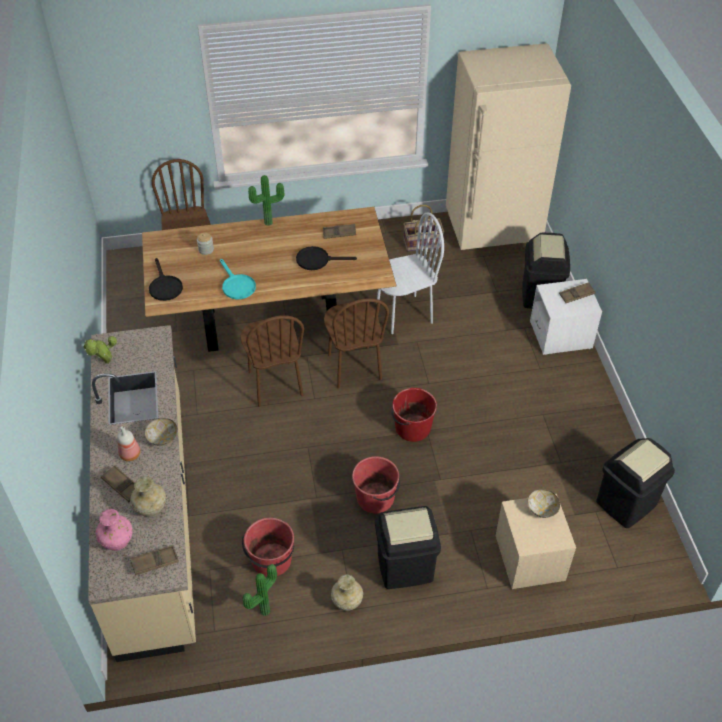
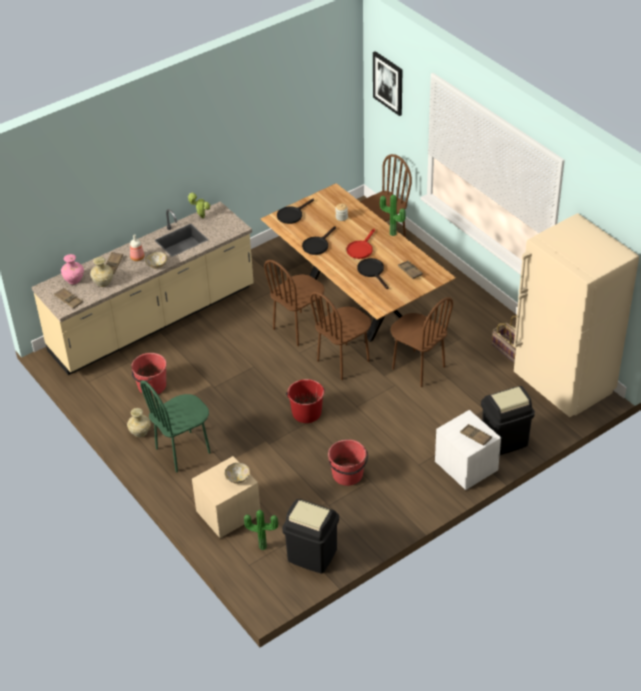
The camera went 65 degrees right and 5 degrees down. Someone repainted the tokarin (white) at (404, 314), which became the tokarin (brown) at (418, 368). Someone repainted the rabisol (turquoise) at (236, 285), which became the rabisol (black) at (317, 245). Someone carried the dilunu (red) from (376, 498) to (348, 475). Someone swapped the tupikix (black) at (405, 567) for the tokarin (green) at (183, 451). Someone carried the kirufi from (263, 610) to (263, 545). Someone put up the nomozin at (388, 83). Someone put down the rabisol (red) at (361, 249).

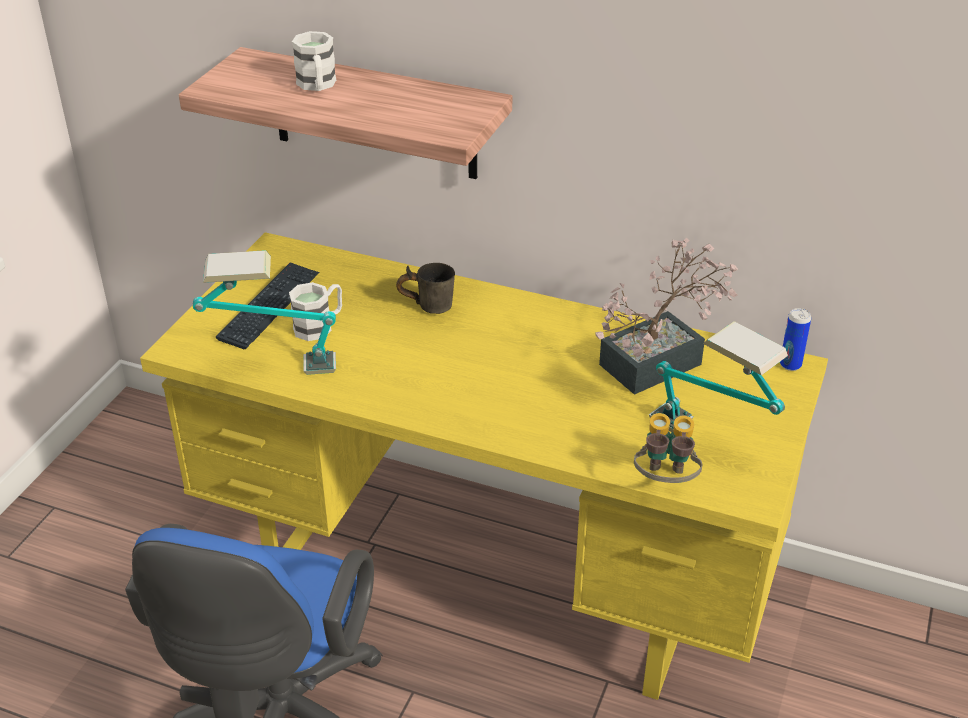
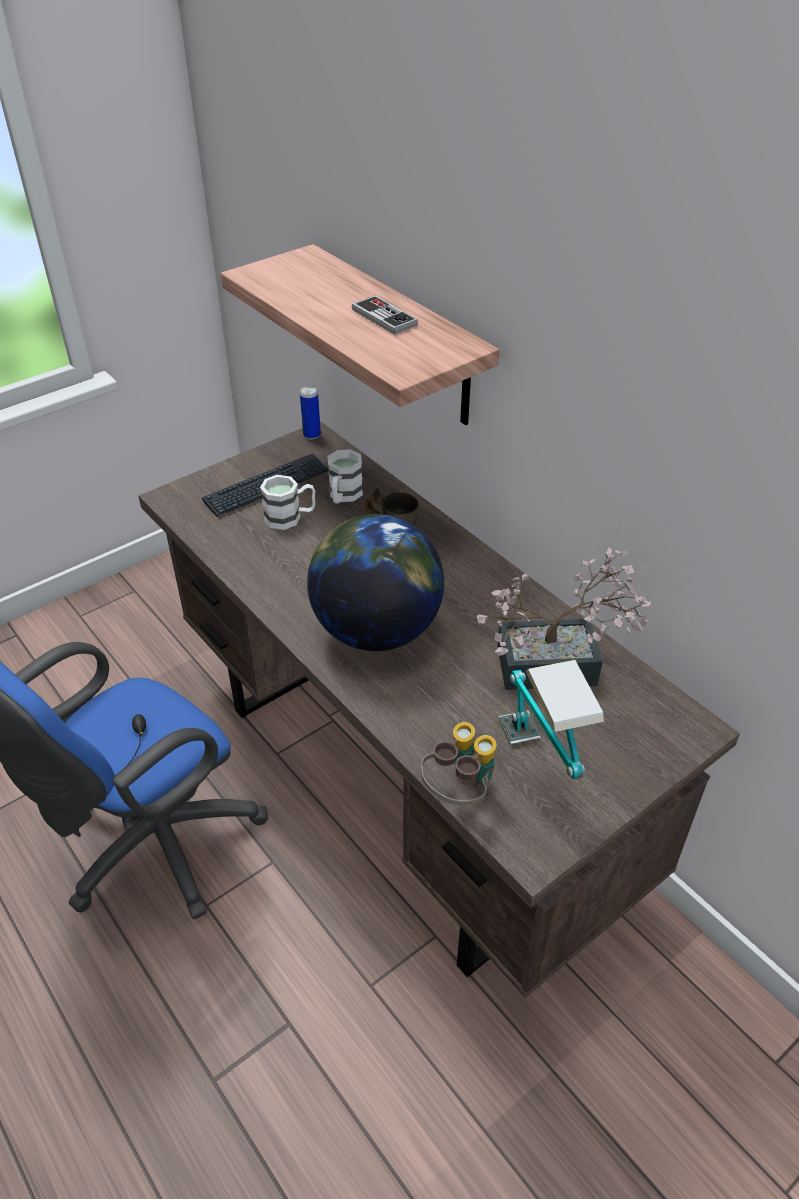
The camera went 30 degrees right and 5 degrees up. Someone carried the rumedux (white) from (317, 86) to (343, 496). Someone repainted the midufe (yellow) at (487, 574), which became the midufe (brown) at (403, 788). Someone took away the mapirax at (272, 368). Someone carried the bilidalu from (790, 365) to (312, 435). Someone put down the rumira at (384, 317). Someone put down the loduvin at (376, 630).

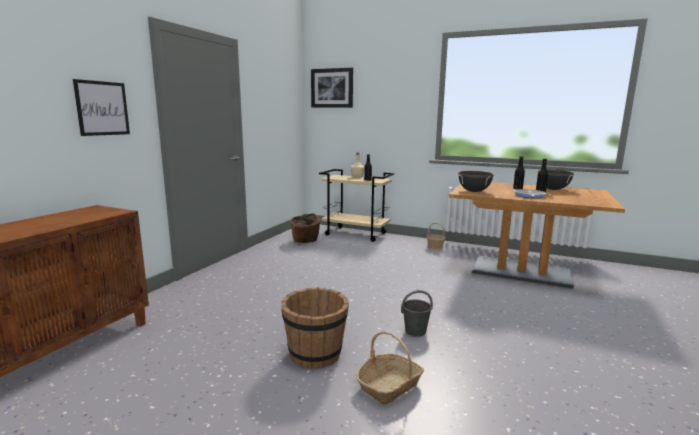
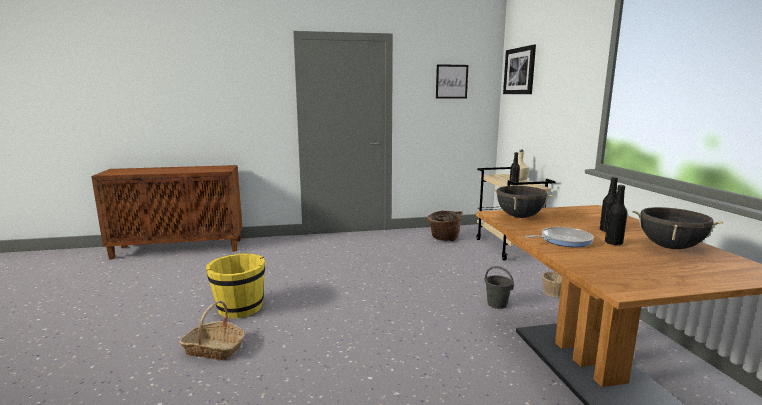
The camera went 55 degrees right and 0 degrees up. Someone carried the nomozin from (102, 108) to (451, 81). Someone repainted the dilunu (brown) at (315, 354), which became the dilunu (yellow) at (239, 308). Someone carried the dilunu (grey) from (416, 331) to (497, 304).

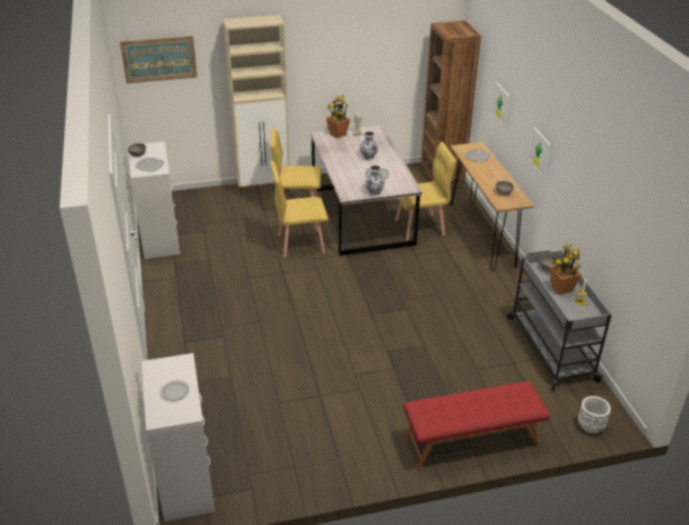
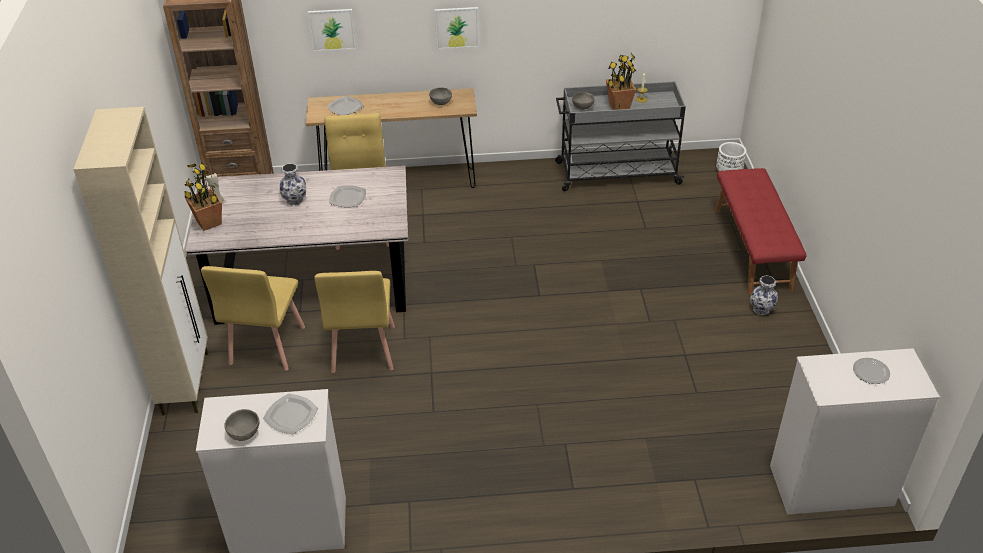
The camera went 80 degrees left and 5 degrees up. Someone took away the nomozin at (159, 59). Someone carried the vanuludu from (374, 192) to (761, 309).

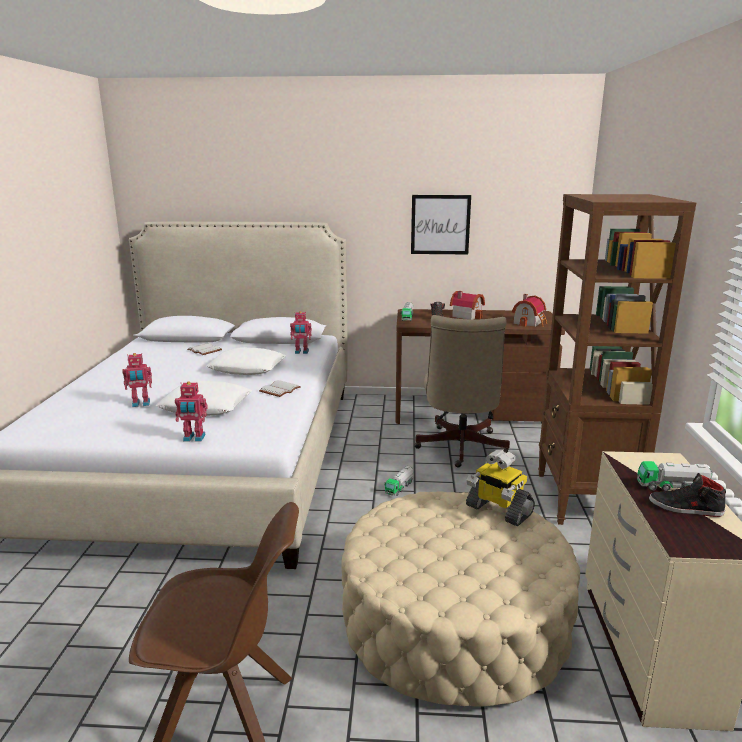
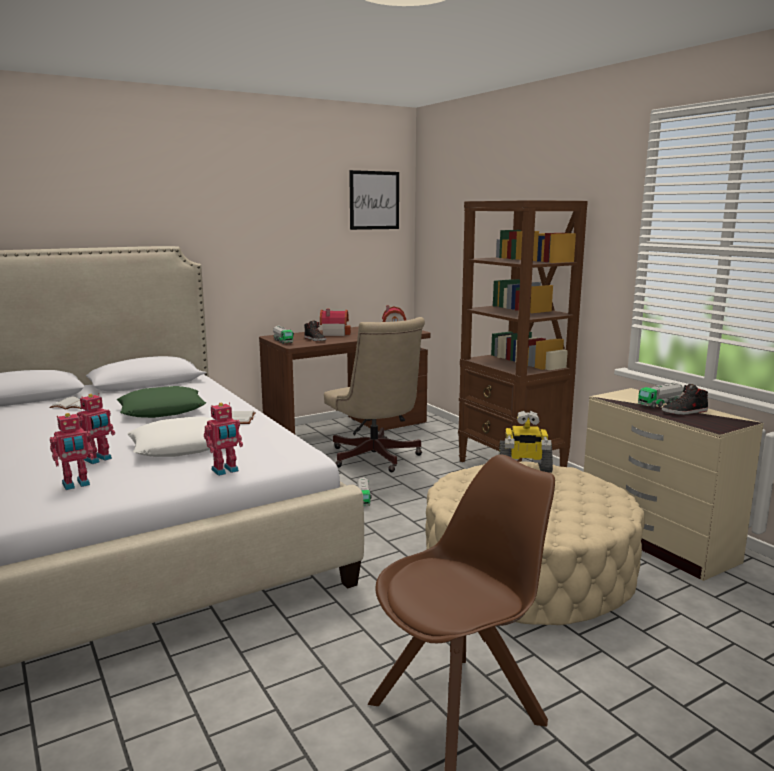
The camera went 35 degrees left and 5 degrees down. Someone carried the nomozin from (440, 224) to (374, 200). Someone carried the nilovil from (301, 352) to (76, 485). Someone repainted the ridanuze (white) at (247, 368), which became the ridanuze (green) at (162, 410).

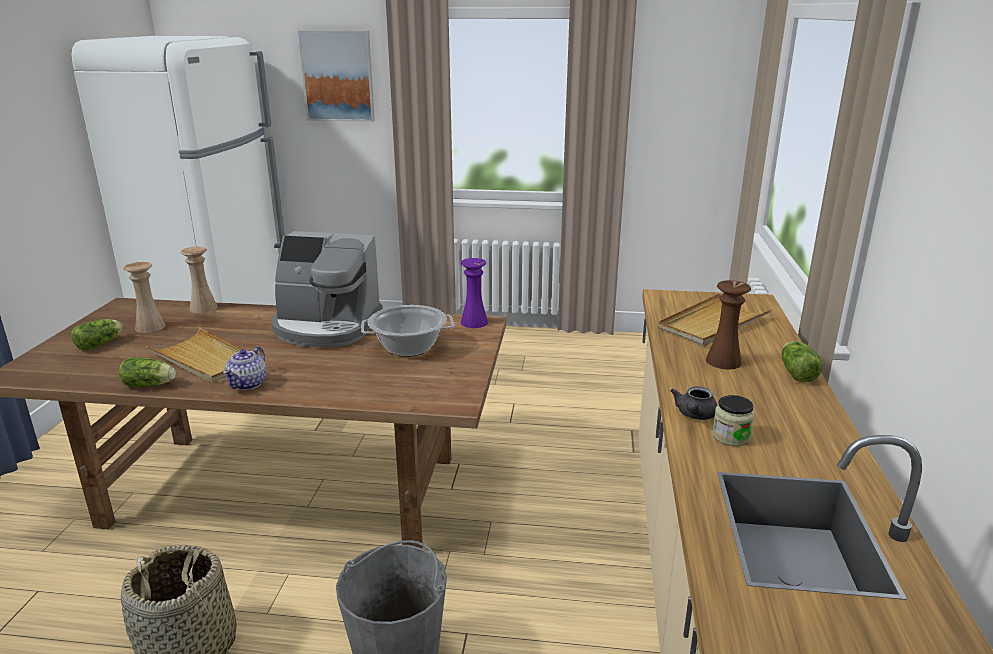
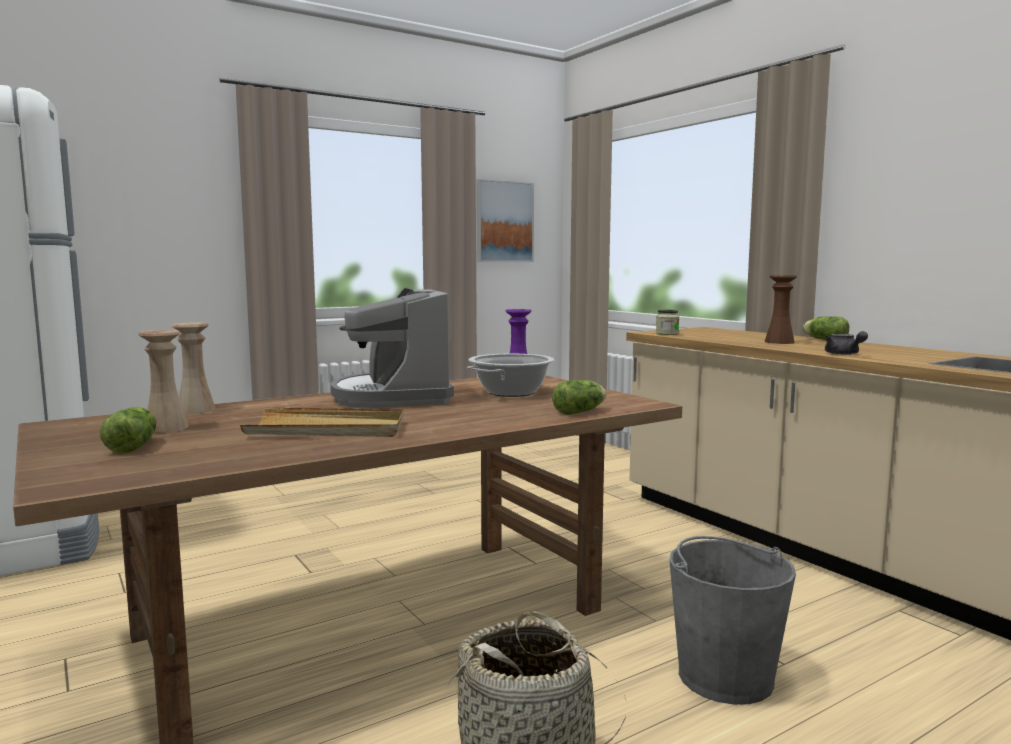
The camera went 40 degrees left and 15 degrees down. Someone carried the nomozin from (338, 76) to (504, 222). Someone rotated the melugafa at (326, 327) by 105 degrees clockwise. Someone took away the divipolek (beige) at (712, 324). Someone took away the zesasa at (248, 384). Someone carried the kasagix from (151, 385) to (581, 411). Someone carried the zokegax from (731, 437) to (667, 334).

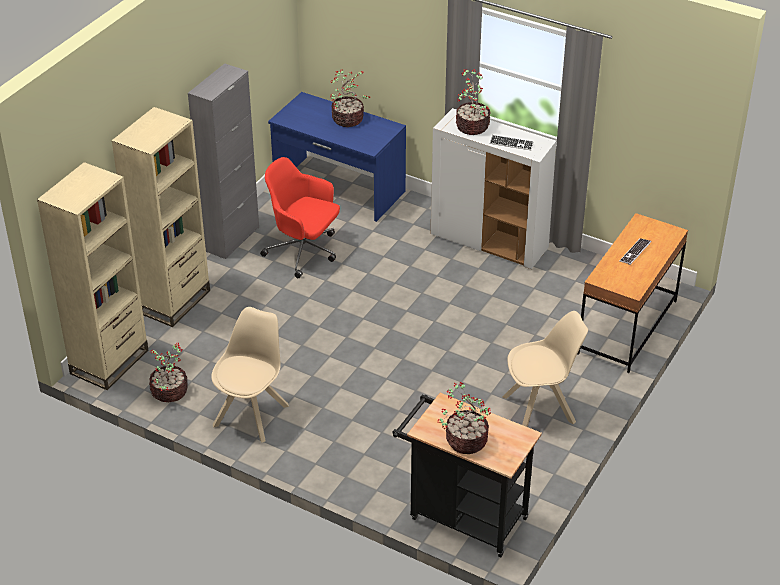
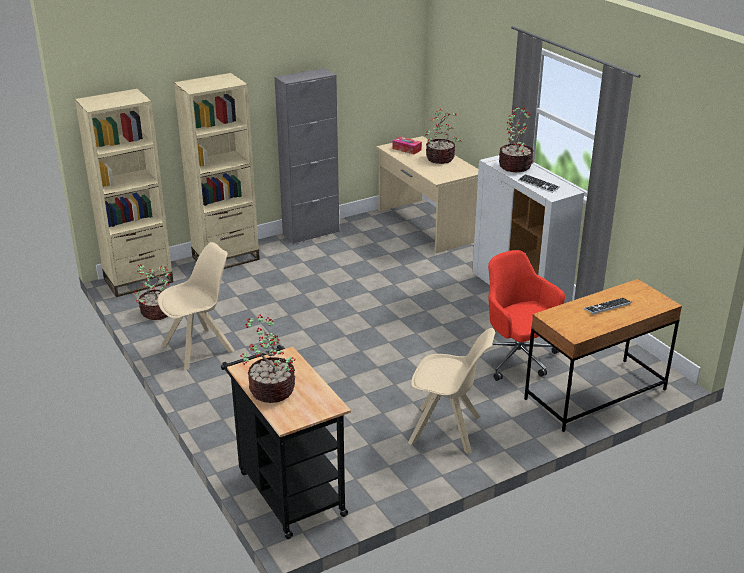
The camera went 30 degrees right and 10 degrees down. Someone repainted the midufe (blue) at (338, 189), which became the midufe (beige) at (426, 225). Someone carried the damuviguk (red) from (304, 252) to (518, 359). Someone put down the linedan at (406, 149).

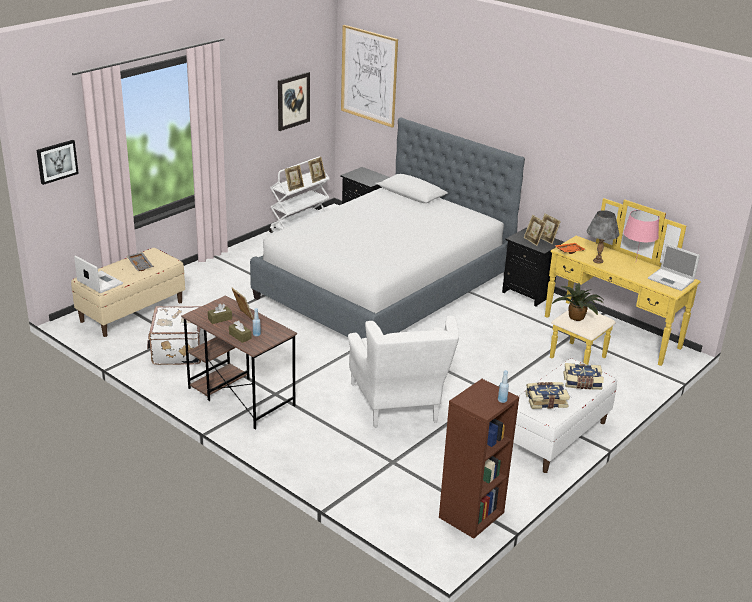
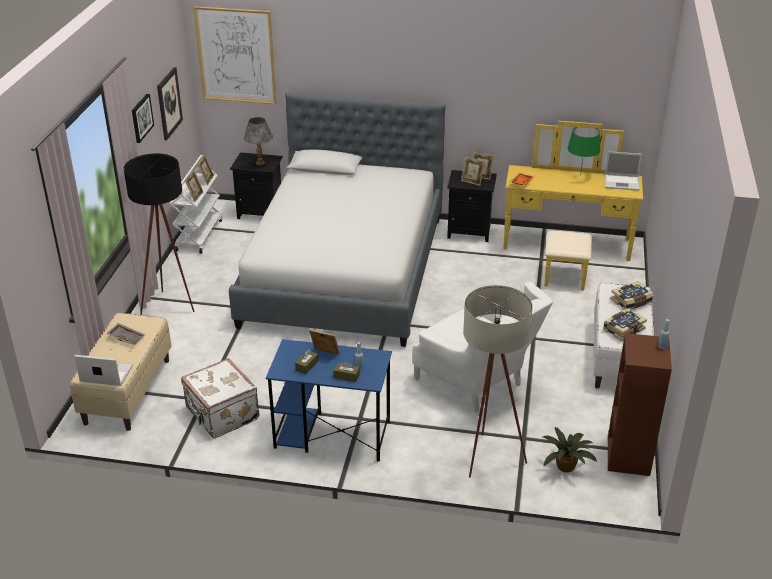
The camera went 30 degrees left and 5 degrees up. Someone carried the nomozin from (57, 161) to (141, 117). Someone carried the mapirax (grey) from (598, 261) to (260, 163). Someone repainted the mapirax (pink) at (635, 262), which became the mapirax (green) at (580, 175). Someone carried the kirufi from (577, 316) to (565, 465). Someone repainted the midufe (brown) at (240, 396), which became the midufe (blue) at (331, 435). Someone put down the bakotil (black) at (171, 308). Someone put down the bakotil (beige) at (487, 462).

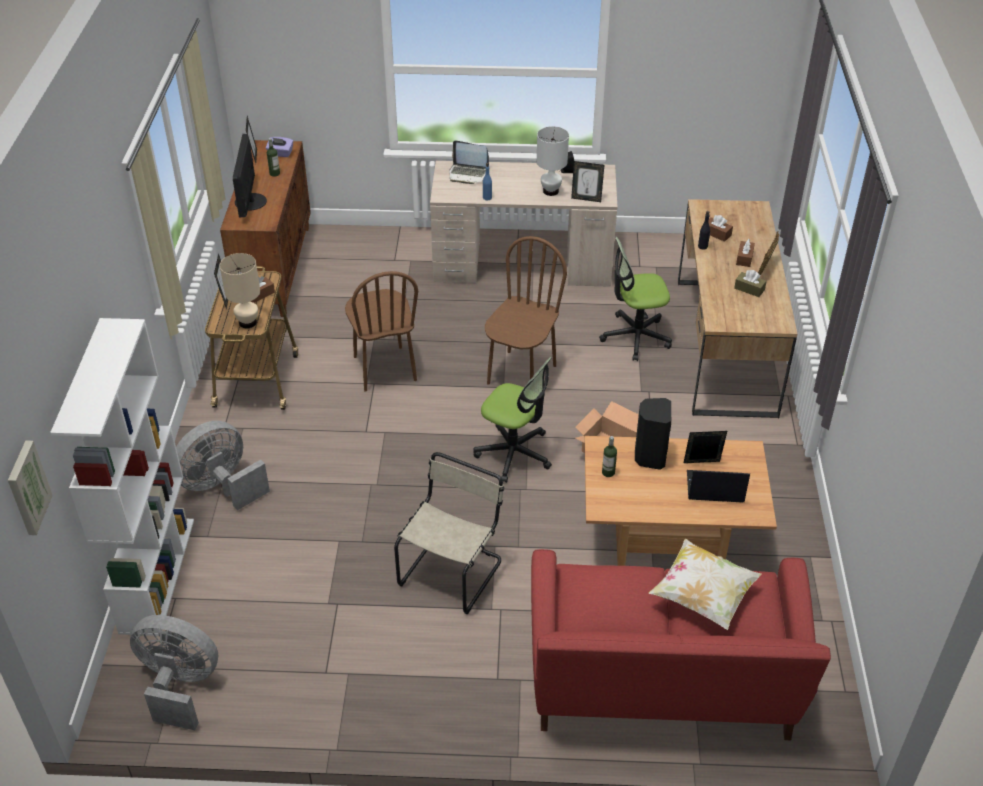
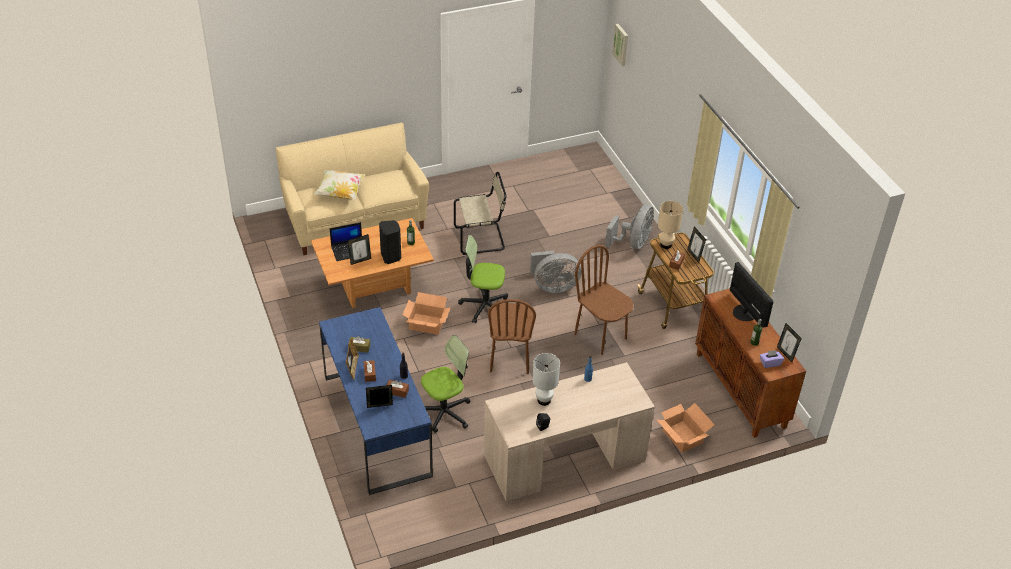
The camera went 155 degrees right and 0 degrees up. Someone took away the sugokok at (468, 174). Someone carried the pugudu from (586, 199) to (380, 408). Someone repainted the midufe (brown) at (724, 345), which became the midufe (blue) at (377, 425). Someone took away the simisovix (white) at (157, 574). Someone rotated the tokarin (beige) at (453, 570) by 105 degrees counterclockwise. Someone repainted the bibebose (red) at (661, 683), which became the bibebose (beige) at (355, 220). Someone carried the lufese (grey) from (180, 685) to (553, 286). Someone put down the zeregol at (682, 437).

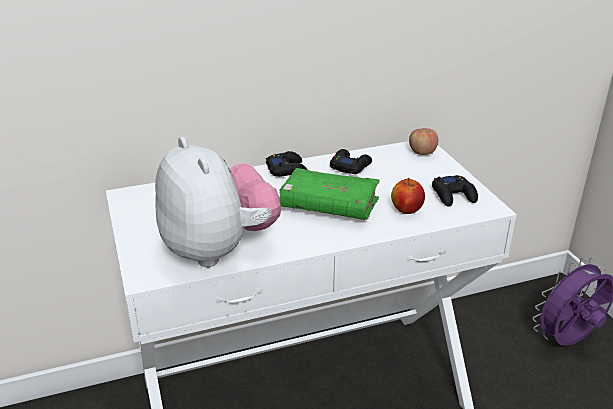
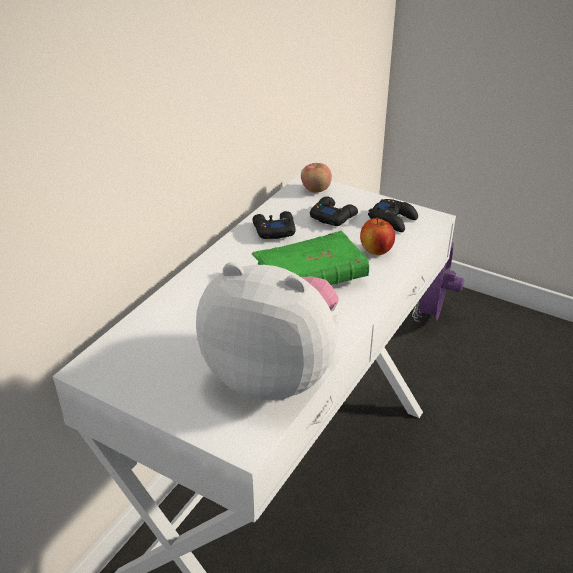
The camera went 40 degrees left and 5 degrees up. Someone carried the rumira (black) from (287, 170) to (333, 216).

